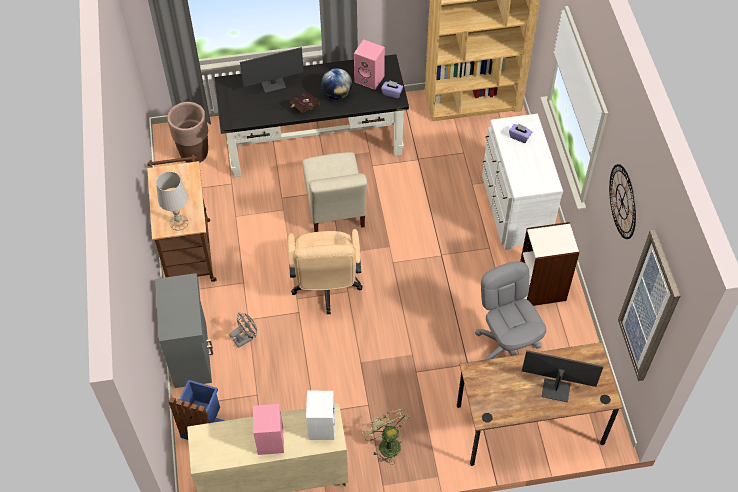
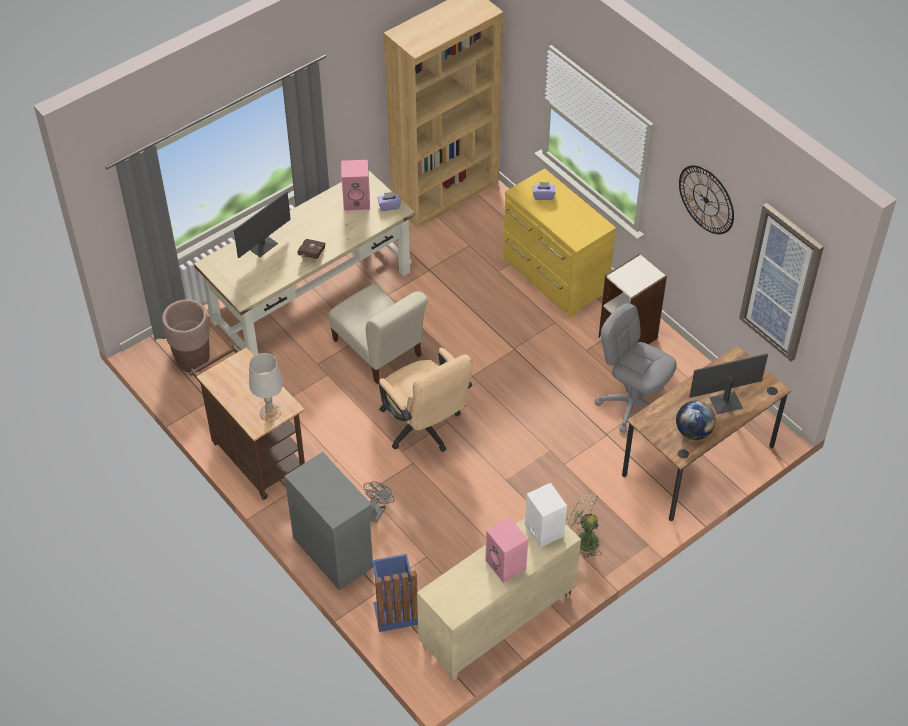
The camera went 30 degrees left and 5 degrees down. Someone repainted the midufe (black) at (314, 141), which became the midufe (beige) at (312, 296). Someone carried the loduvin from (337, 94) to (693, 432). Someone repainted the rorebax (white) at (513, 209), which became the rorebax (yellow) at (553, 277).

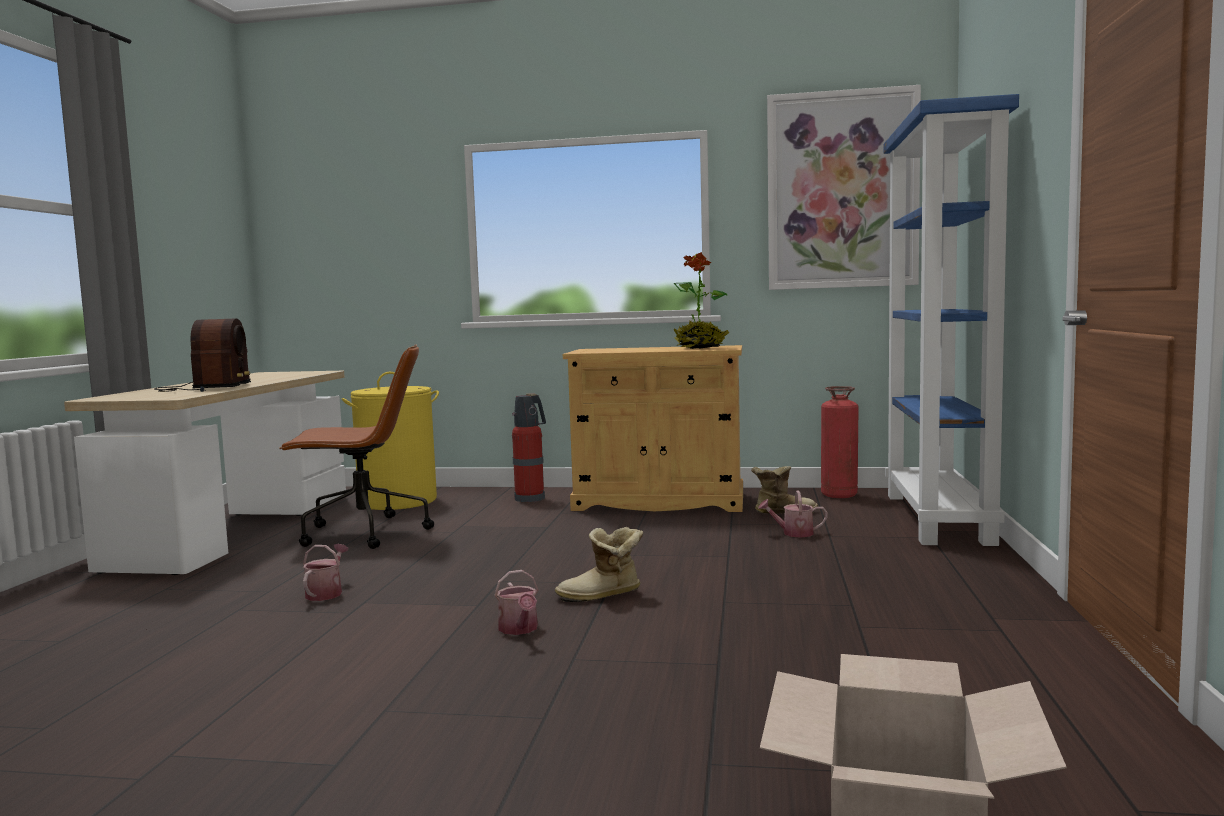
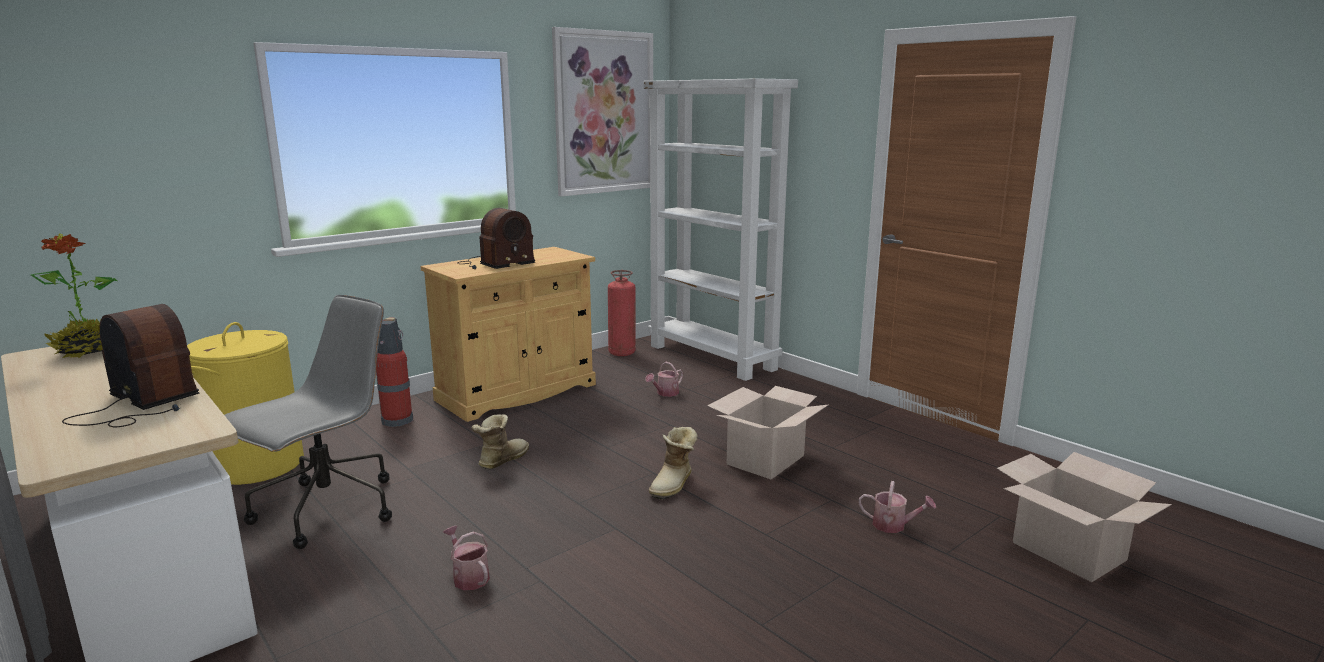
The camera went 50 degrees left and 10 degrees up. Someone repainted the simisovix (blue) at (939, 518), which became the simisovix (white) at (713, 357). Someone carried the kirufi from (700, 348) to (92, 352). Someone repainted the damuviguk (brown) at (362, 533), which became the damuviguk (grey) at (325, 511). Someone carried the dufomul from (782, 513) to (501, 460). Someone carried the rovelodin from (519, 629) to (894, 525). Someone put down the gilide at (495, 264). Someone put down the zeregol at (766, 460).

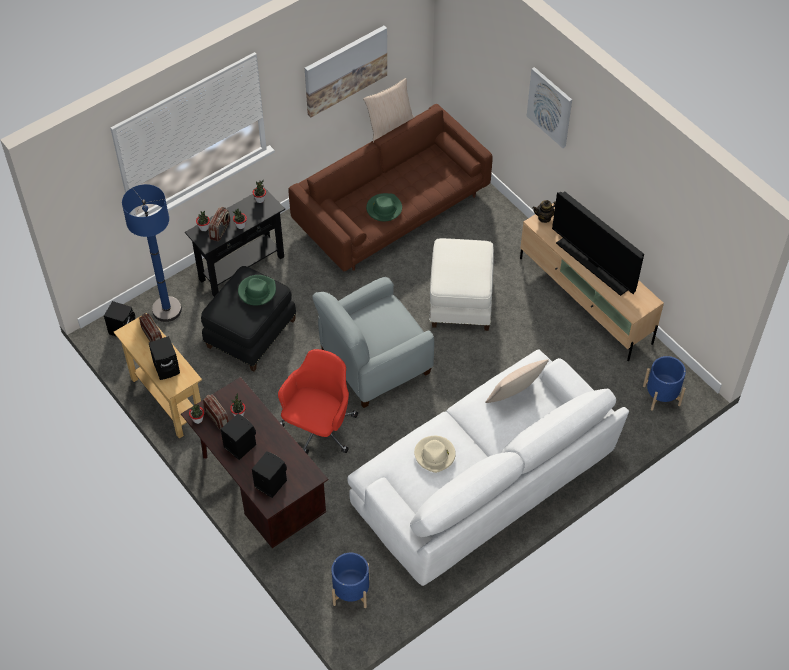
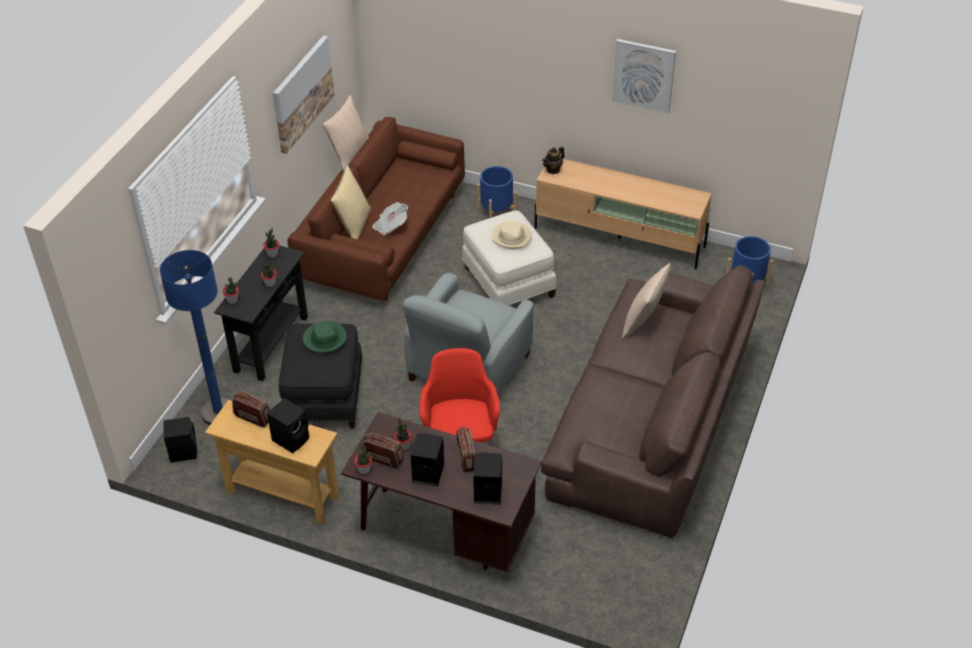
The camera went 30 degrees left and 10 degrees down. Someone carried the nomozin from (550, 107) to (643, 75). Someone took away the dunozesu at (593, 265). Someone swapped the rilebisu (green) at (384, 209) for the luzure at (390, 226). Someone carried the gilide from (220, 230) to (466, 458). Someone repainted the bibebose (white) at (484, 479), which became the bibebose (brown) at (652, 419). Someone carried the rilebisu (beige) from (435, 455) to (511, 237). Someone carried the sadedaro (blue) from (351, 591) to (496, 211). Someone put down the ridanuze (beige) at (353, 225).

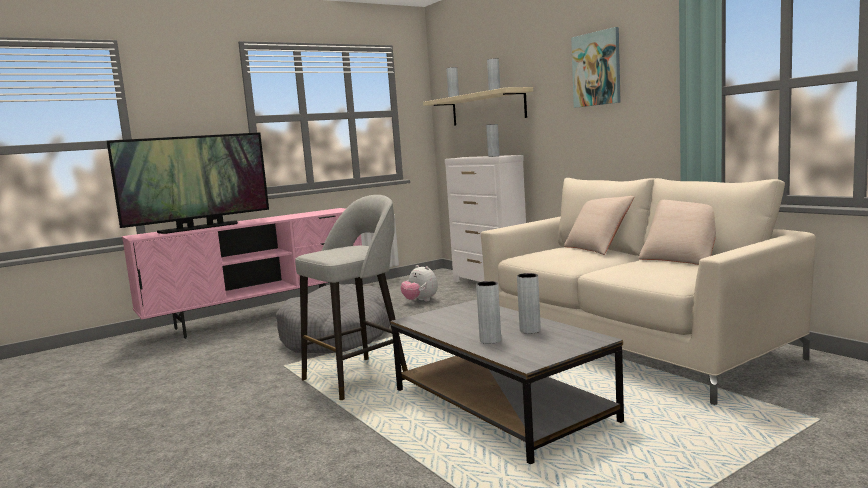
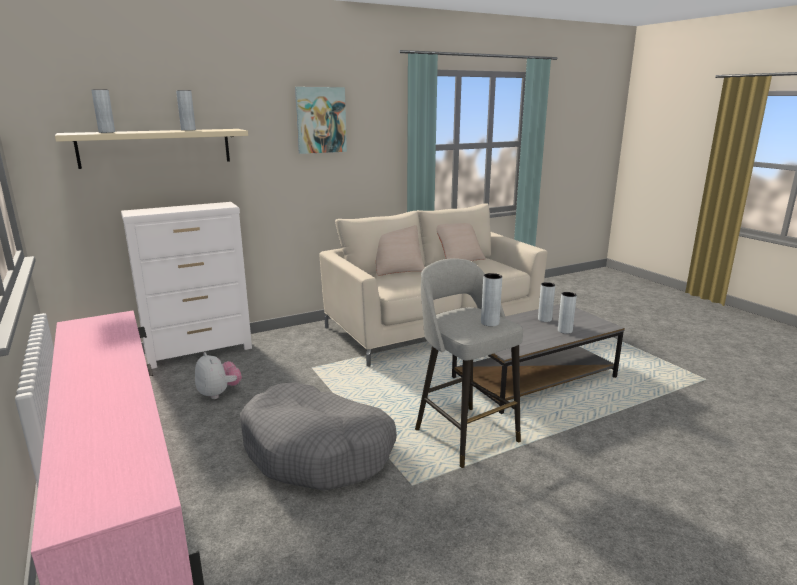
The camera went 85 degrees left and 10 degrees up. Someone carried the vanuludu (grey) from (493, 156) to (490, 323). Someone took away the dunozesu at (200, 228). Someone rotated the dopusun at (420, 301) by 90 degrees counterclockwise.

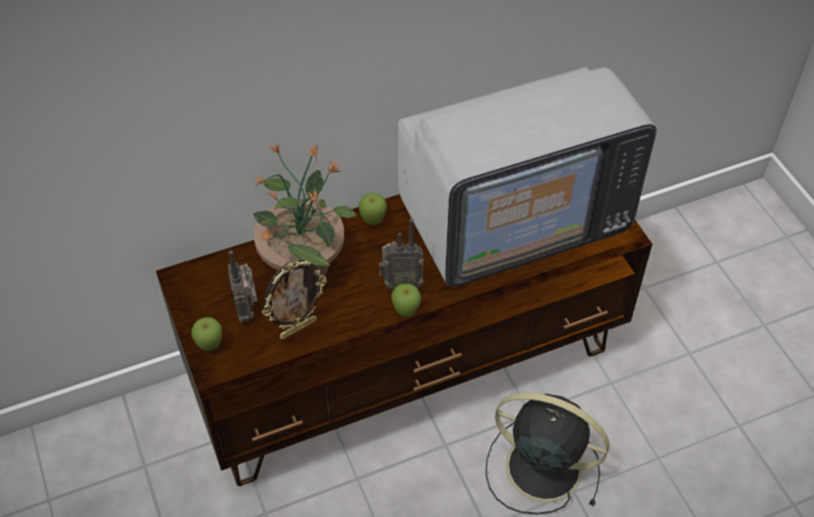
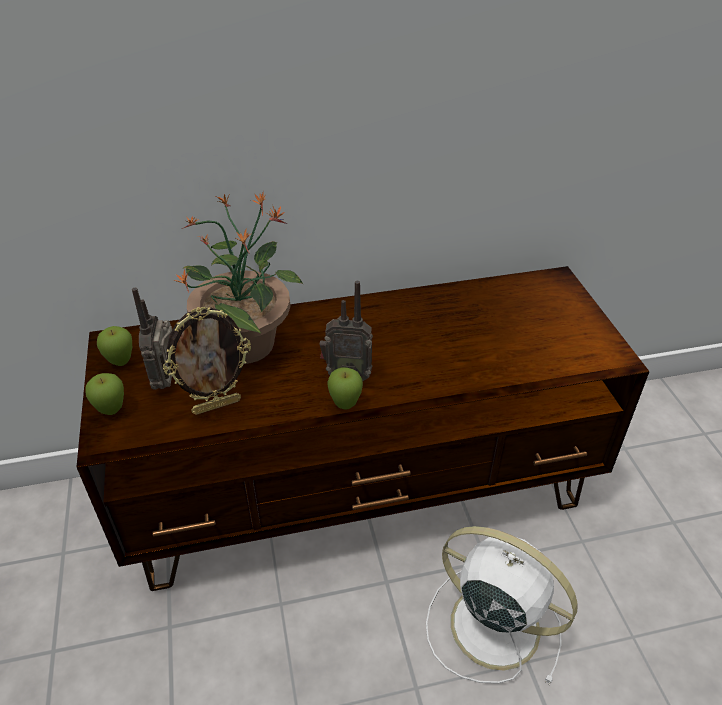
The camera went 10 degrees right and 10 degrees down. Someone took away the dunozesu at (513, 219). Someone carried the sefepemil from (373, 222) to (121, 363). Someone repainted the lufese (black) at (540, 466), which became the lufese (white) at (490, 624).

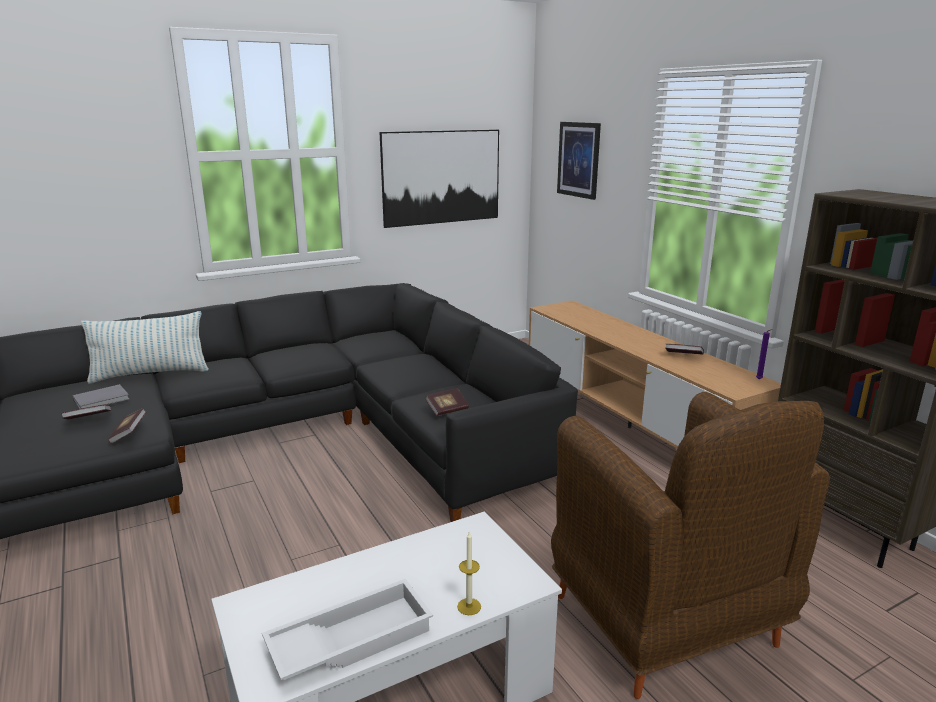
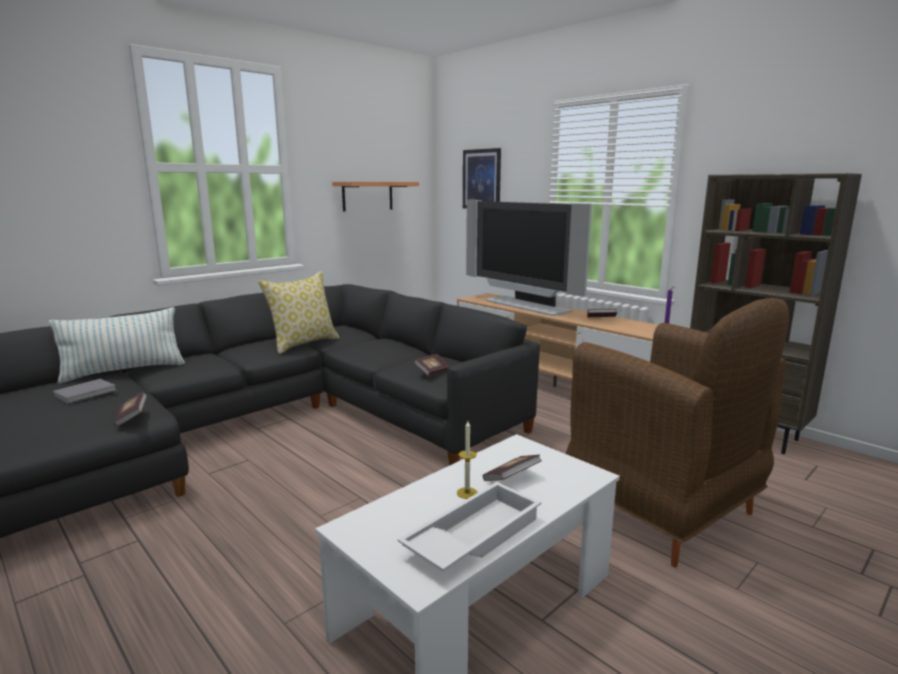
The camera went 15 degrees left and 5 degrees down. Someone swapped the nomozin at (441, 177) for the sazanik at (367, 196). Someone carried the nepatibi from (89, 420) to (511, 478). Someone carried the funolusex from (469, 606) to (467, 493). Someone put down the dunozesu at (525, 306). Someone put down the ridanuze at (303, 343).

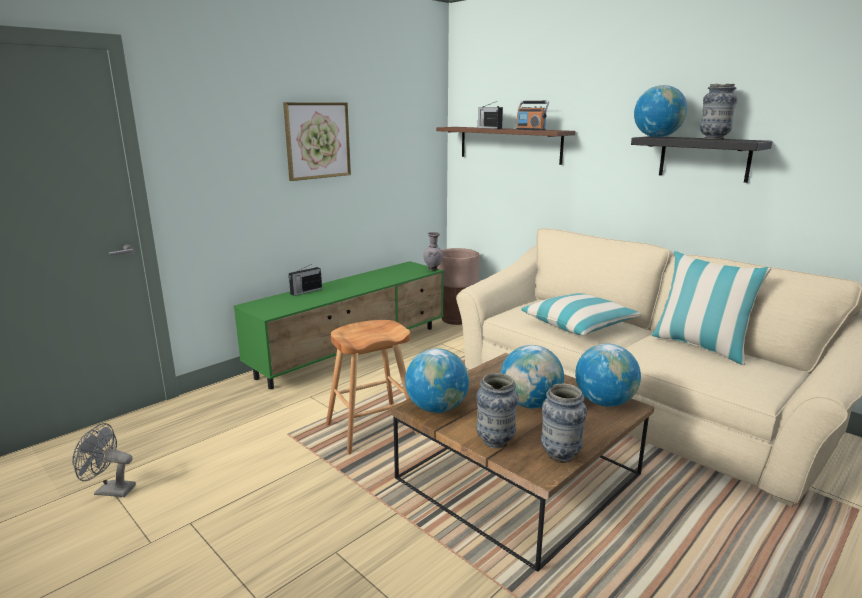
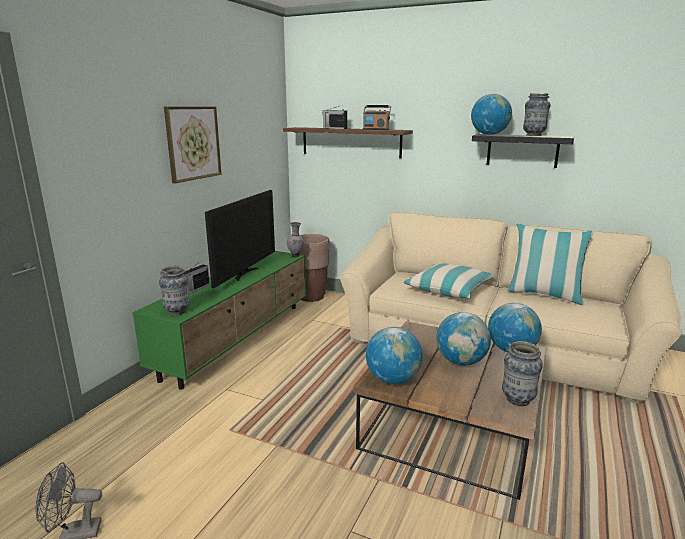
The camera went 20 degrees left and 0 degrees up. Someone took away the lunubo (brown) at (371, 429). Someone carried the vanuludu from (495, 441) to (177, 312). Someone put down the dunozesu at (245, 273).

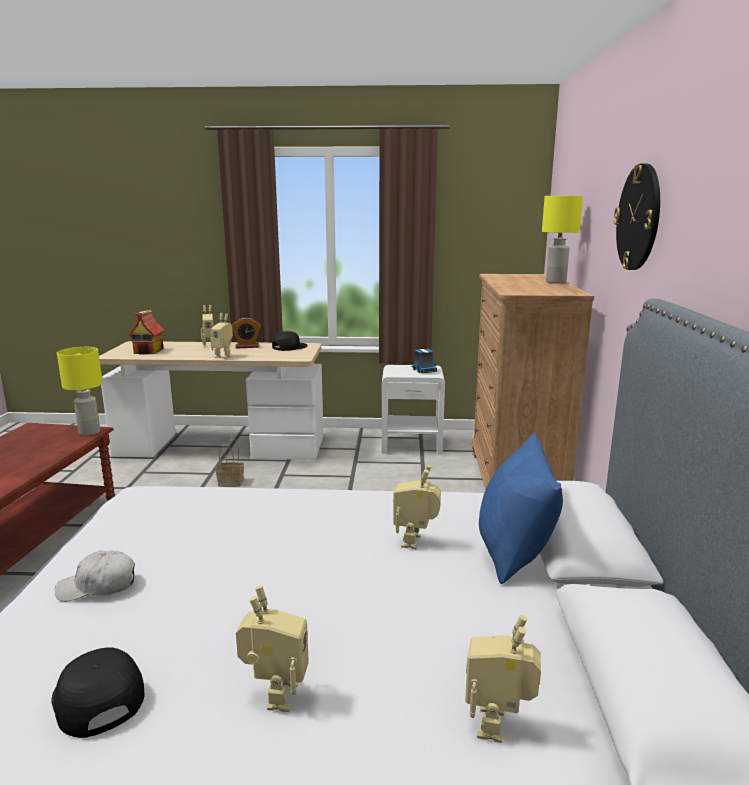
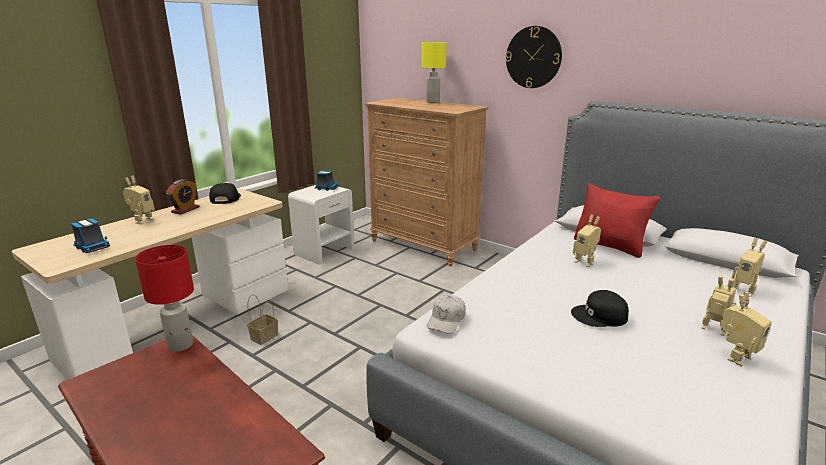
The camera went 55 degrees left and 5 degrees up. Someone swapped the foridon at (149, 351) for the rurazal at (92, 247). Someone carried the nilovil from (224, 356) to (734, 357). Someone repainted the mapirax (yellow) at (90, 432), which became the mapirax (red) at (181, 344). Someone repainted the ridanuze (blue) at (514, 550), which became the ridanuze (red) at (609, 245). Someone carried the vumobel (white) from (98, 586) to (446, 320). Someone carried the vumobel (black) from (96, 697) to (599, 316).

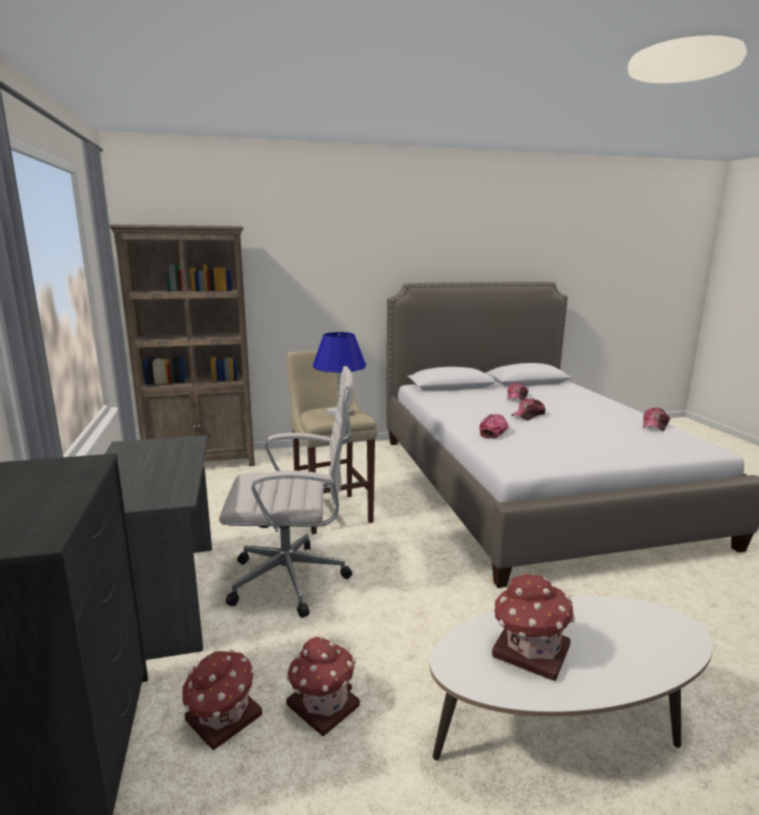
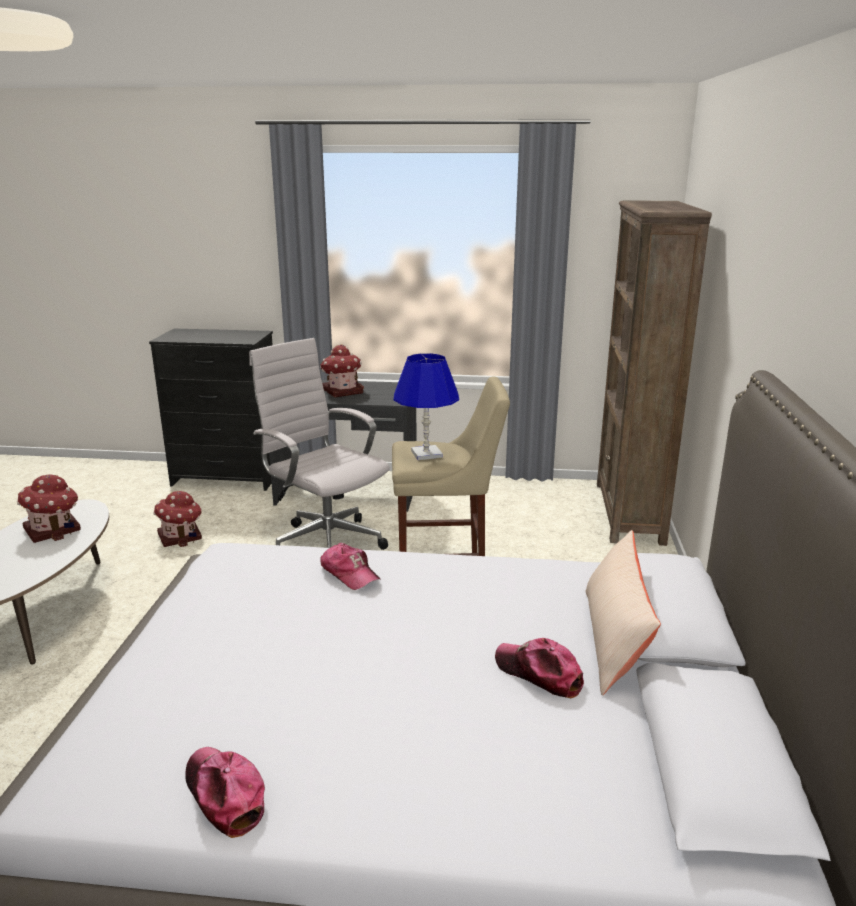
The camera went 110 degrees right and 5 degrees up. Someone rotated the damuviguk (white) at (294, 580) by 120 degrees clockwise. Someone took away the vumobel at (528, 415). Someone carried the foridon from (222, 719) to (342, 391). Someone put down the ridanuze (beige) at (614, 639).

